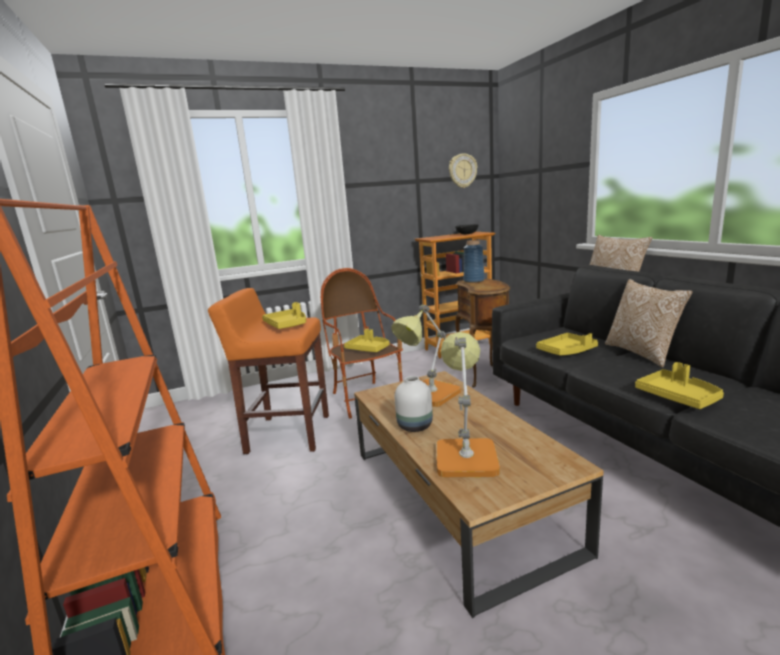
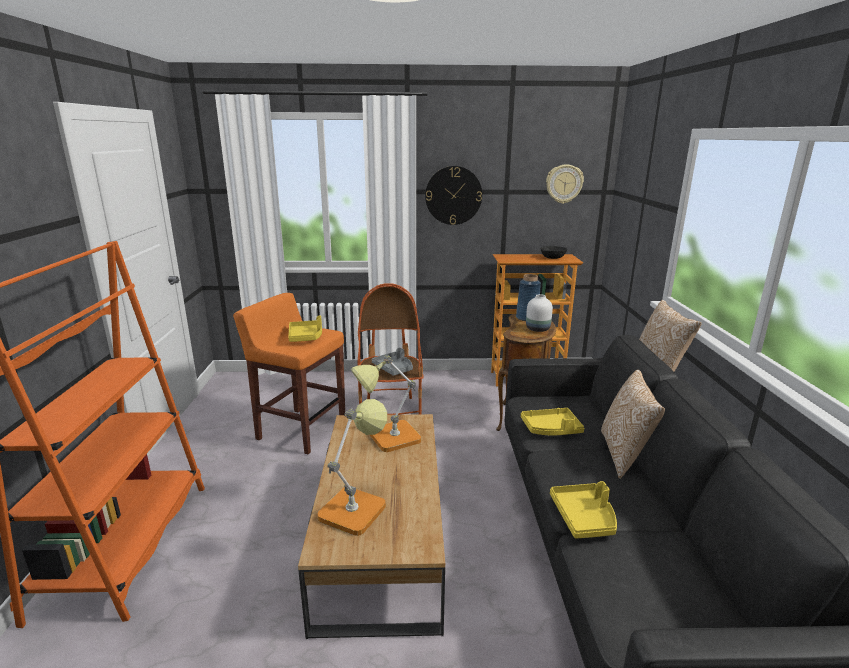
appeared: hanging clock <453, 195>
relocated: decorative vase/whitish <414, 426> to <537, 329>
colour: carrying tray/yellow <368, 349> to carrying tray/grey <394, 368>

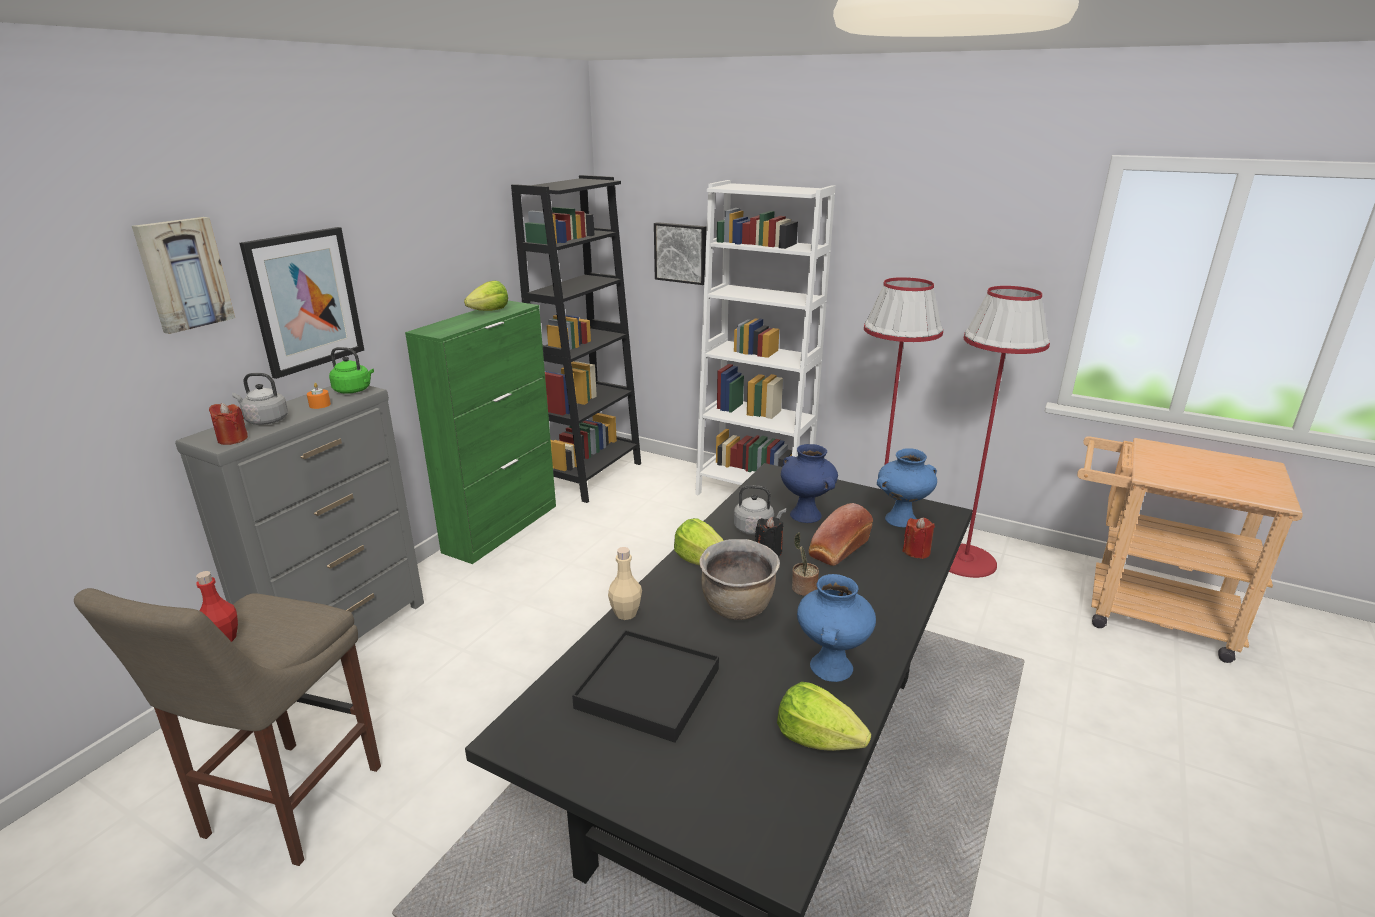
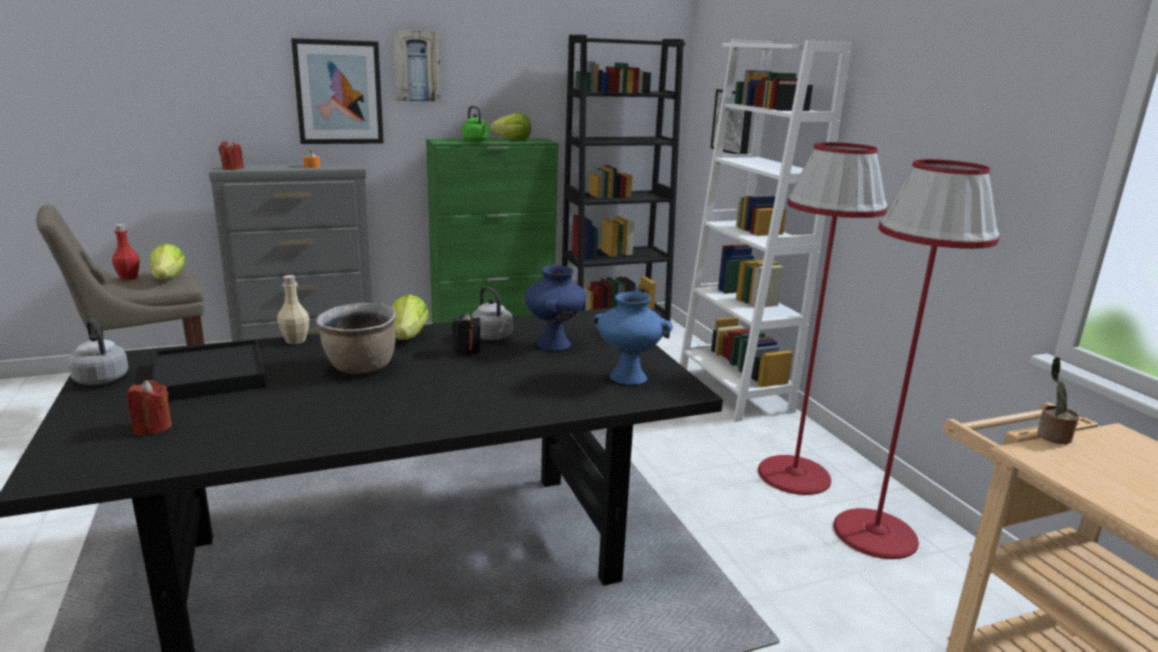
missing: decorative vase/blue-coloured <830, 666>; baked bread <837, 549>
relocated: wall picture <183, 274> to <416, 66>; kettle/grey <265, 420> to <100, 378>; kettle/green <354, 390> to <476, 141>; head of lettuce <817, 739> to <168, 278>; plant in a pot <802, 589> to <1051, 436>; candle/red <916, 551> to <152, 427>

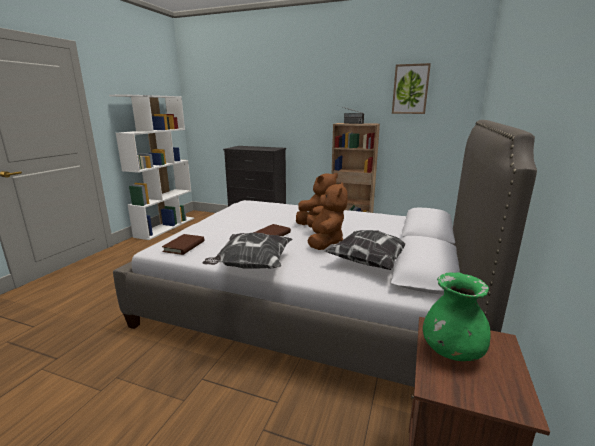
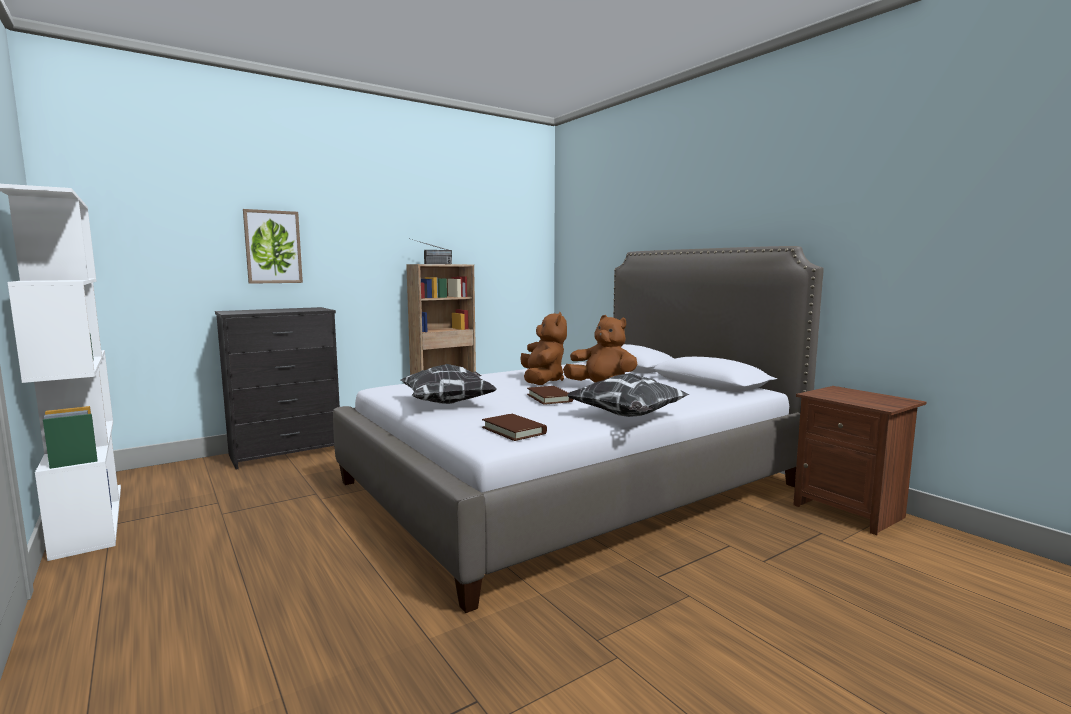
missing: decorative vase/green <451, 352>
relocated: pillow <372, 263> to <448, 403>; wall picture <410, 89> to <273, 247>

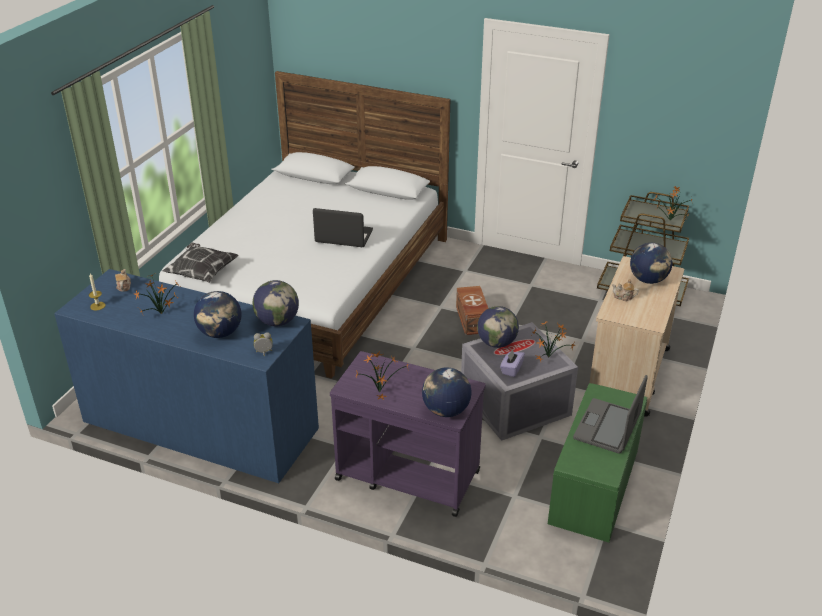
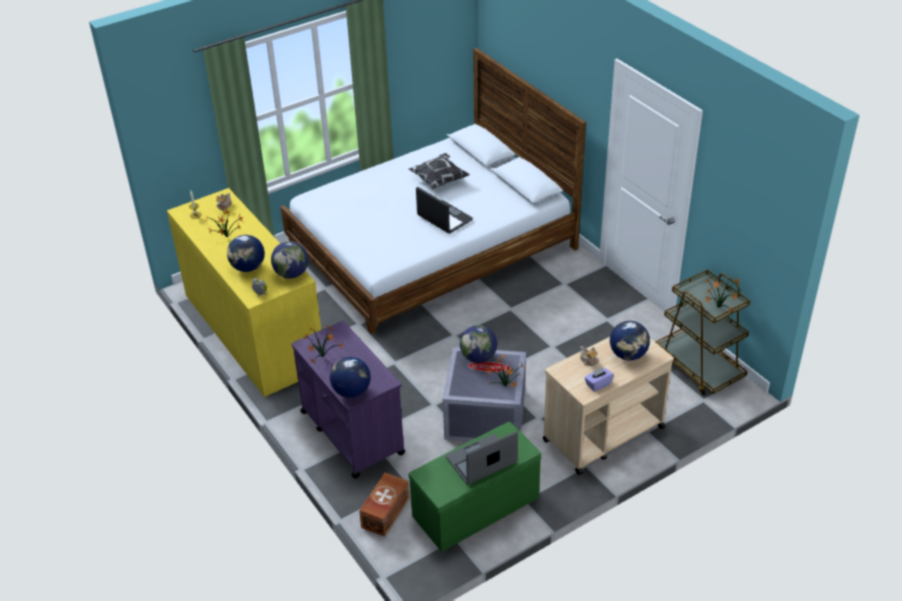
relocated: pillow <202, 273> to <439, 180>; storage container/brownish <471, 320> to <384, 513>; tissue holder/purple-coloured <511, 369> to <598, 384>
colour: drawer chest/blue-coloured <200, 424> to drawer chest/yellow <253, 330>

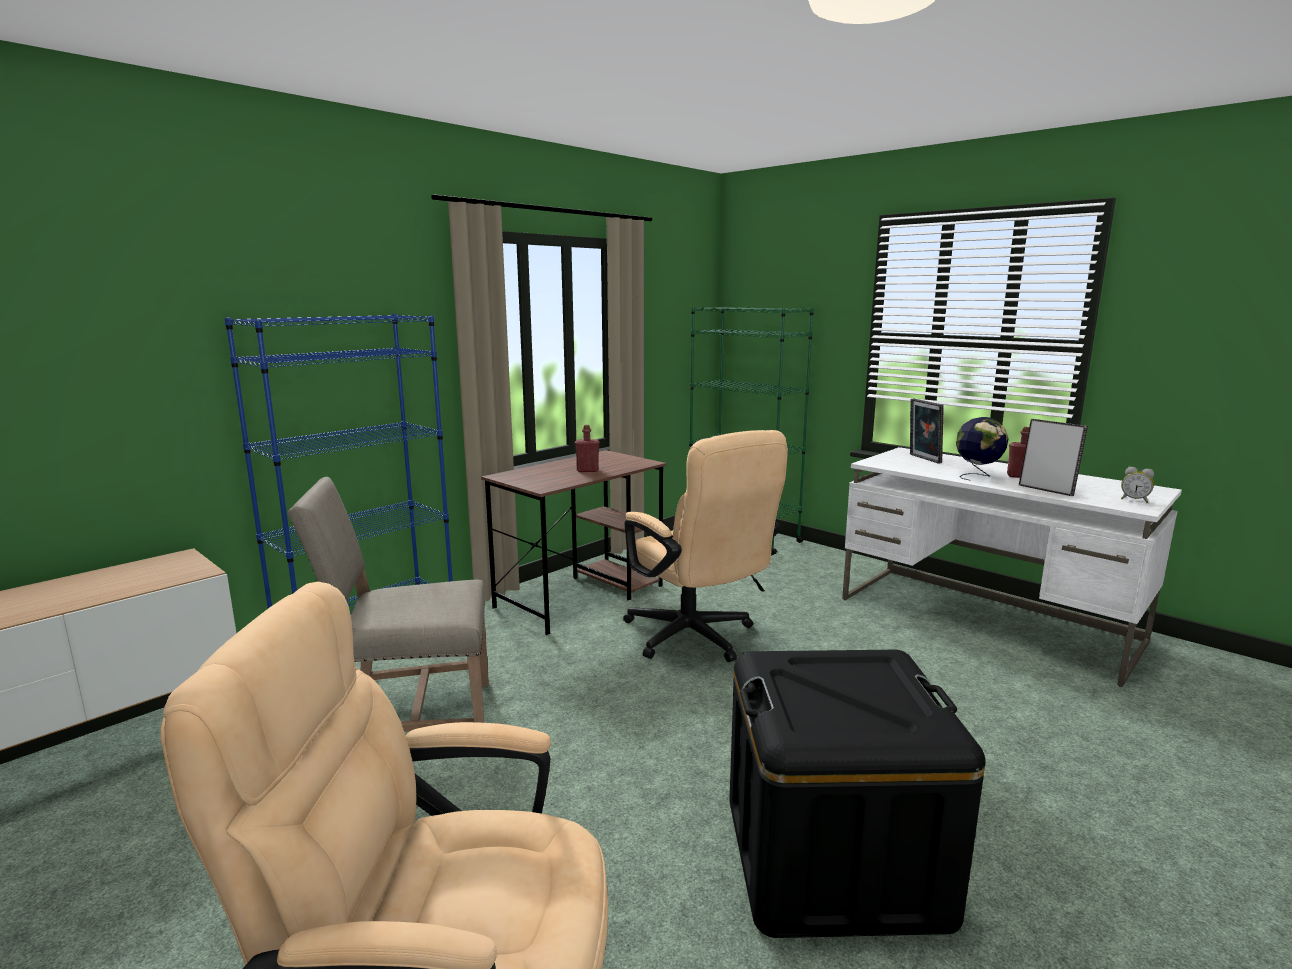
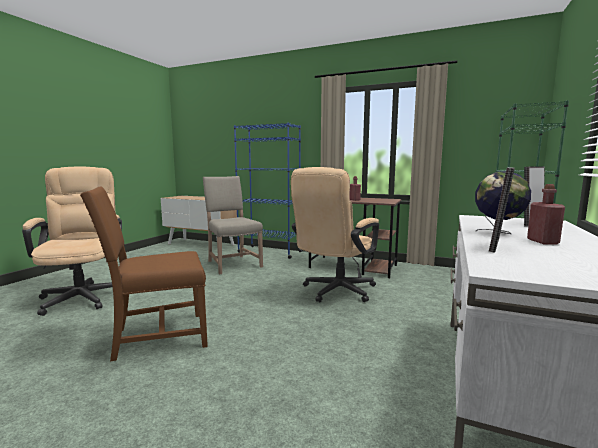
missing: table clock <1134, 500>
exchanged: storage container/black-coloured <833, 859> to upright chair/brownish <157, 337>

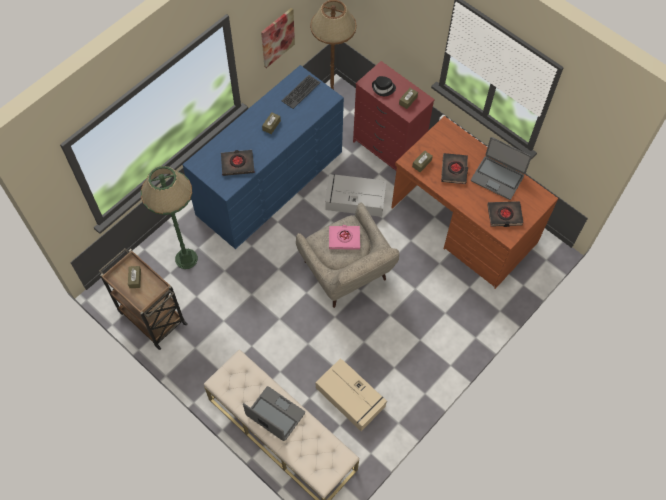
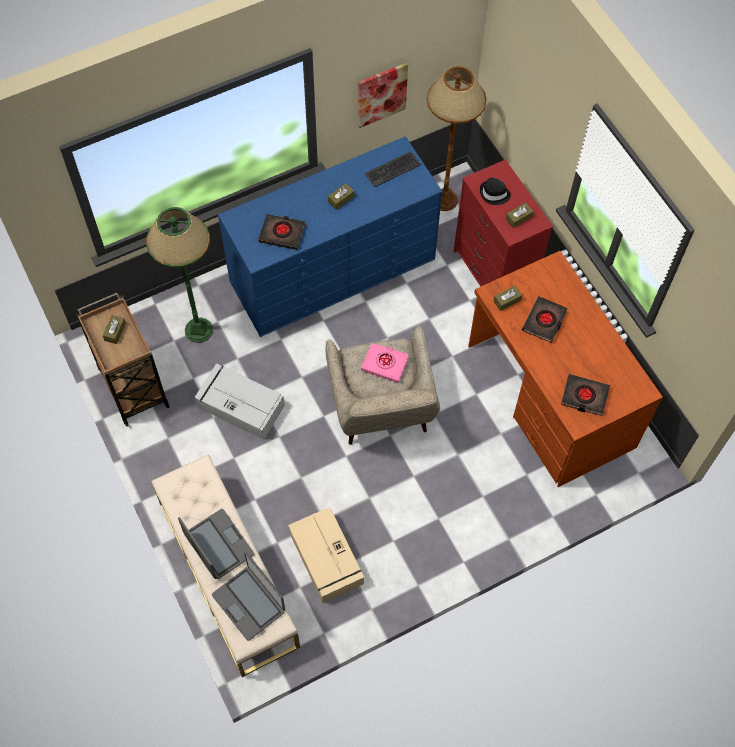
relocated: storage container/grey <354, 199> to <240, 405>; laptop <497, 177> to <249, 602>

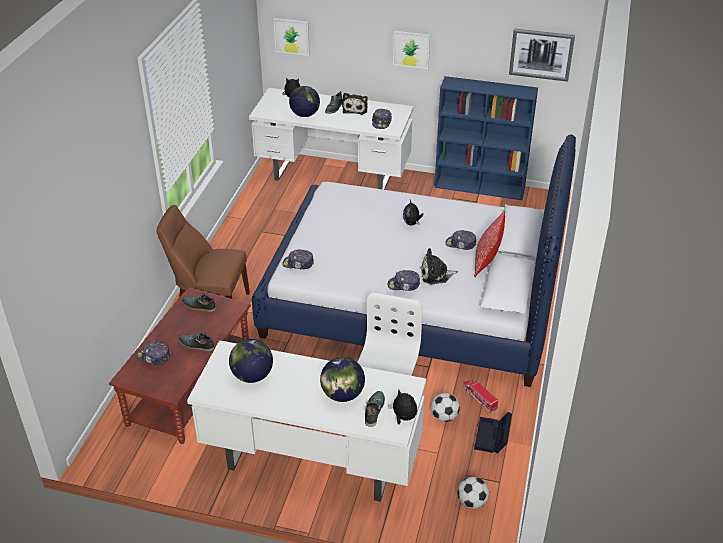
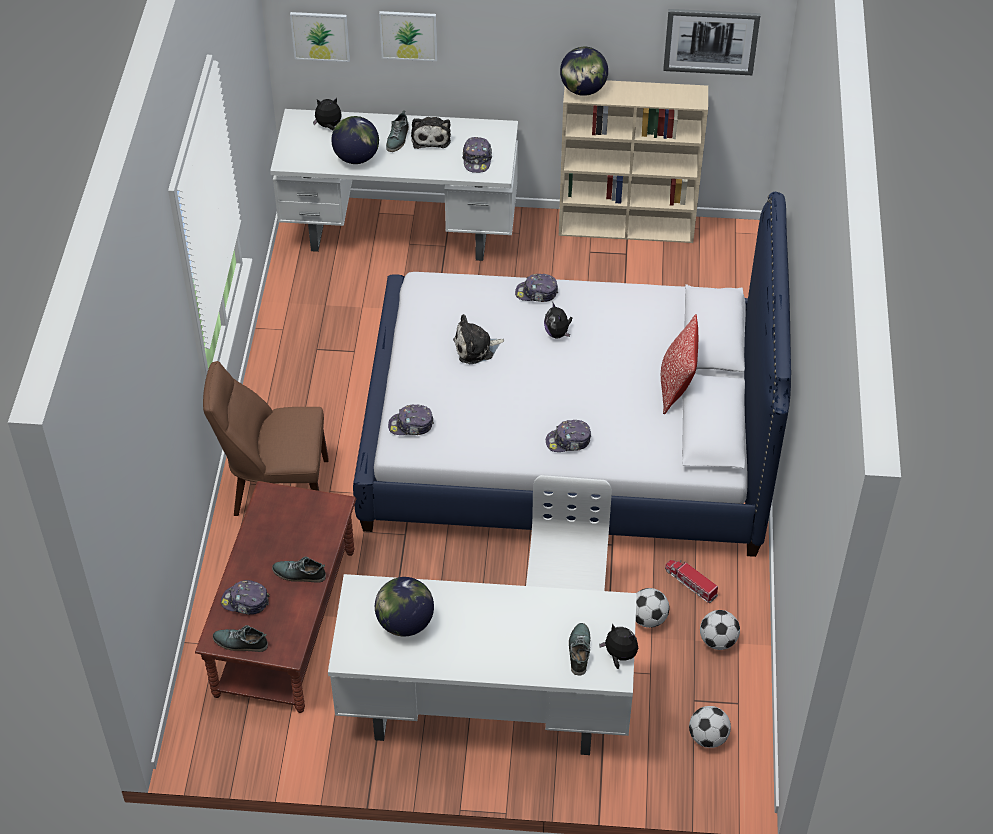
relocated: shoe <199, 306> to <240, 643>; globe <343, 394> to <583, 90>; wall picture <411, 49> to <408, 35>; soft toy <436, 275> to <476, 348>; cap <460, 244> to <536, 293>
exchanged: storage container/black-coloured <492, 438> to football ball <718, 641>
colour: shelving unit/blue-coloured <480, 187> to shelving unit/sand-coloured <627, 227>

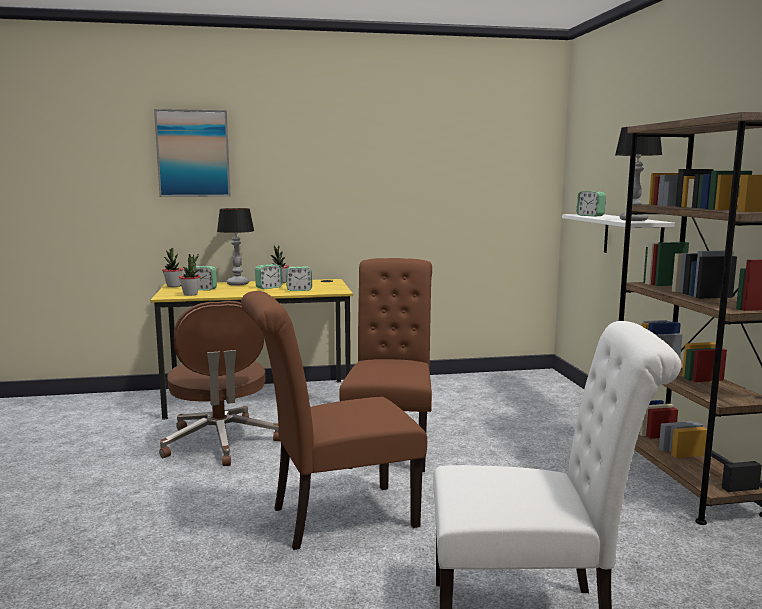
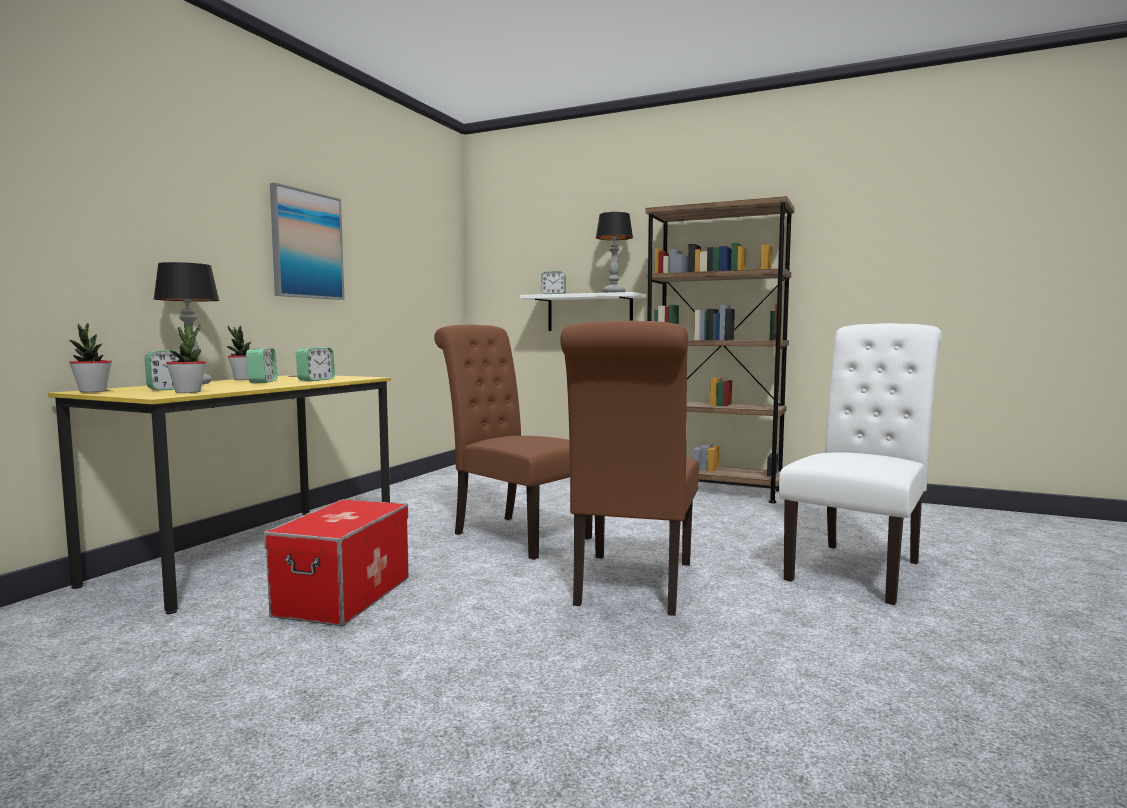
relocated: wall picture <193, 153> to <306, 245>
exchanged: desk chair/brownish <220, 443> to storage container <344, 596>

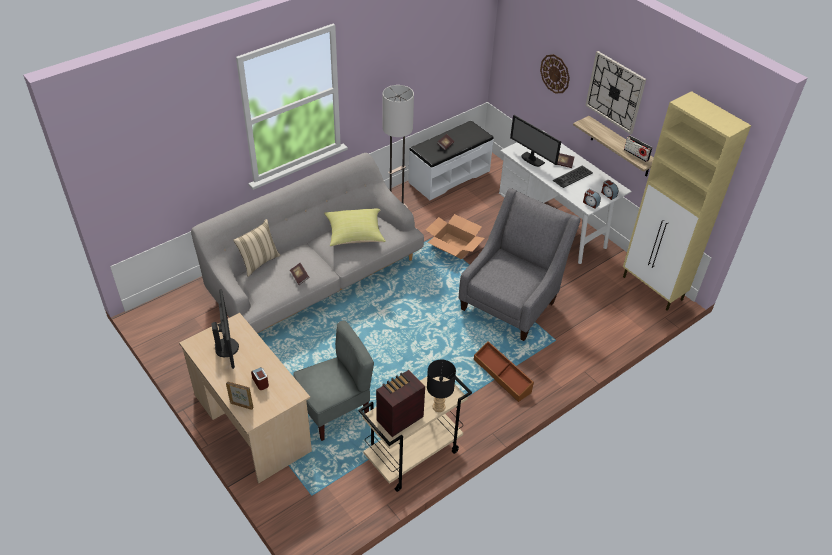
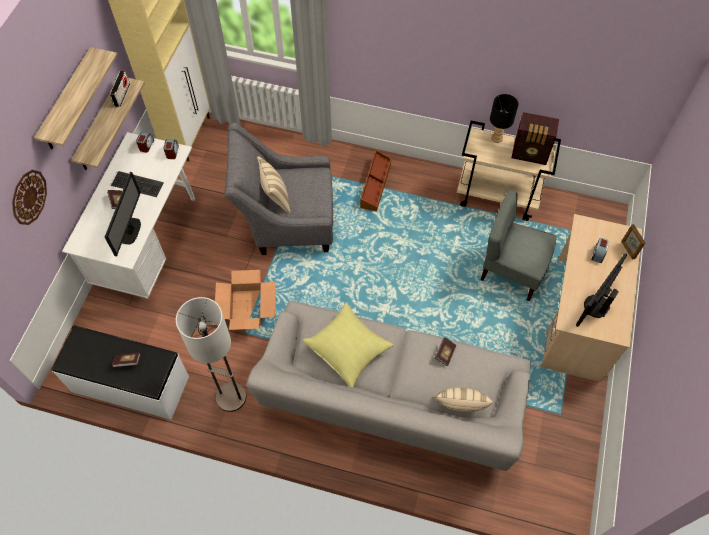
appeared: pillow/sand-coloured <275, 198>
exchanged: hanging clock <615, 92> to wall shelf <68, 101>

